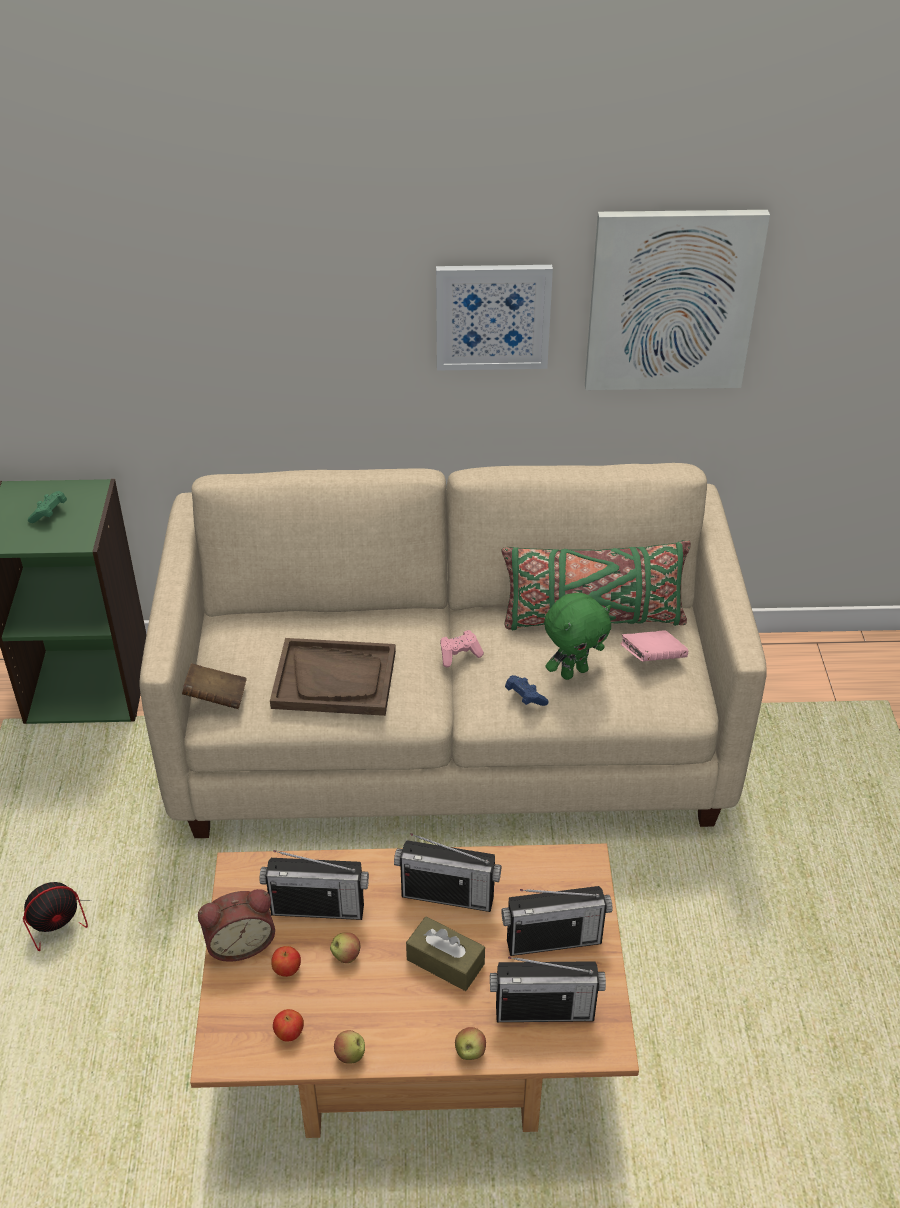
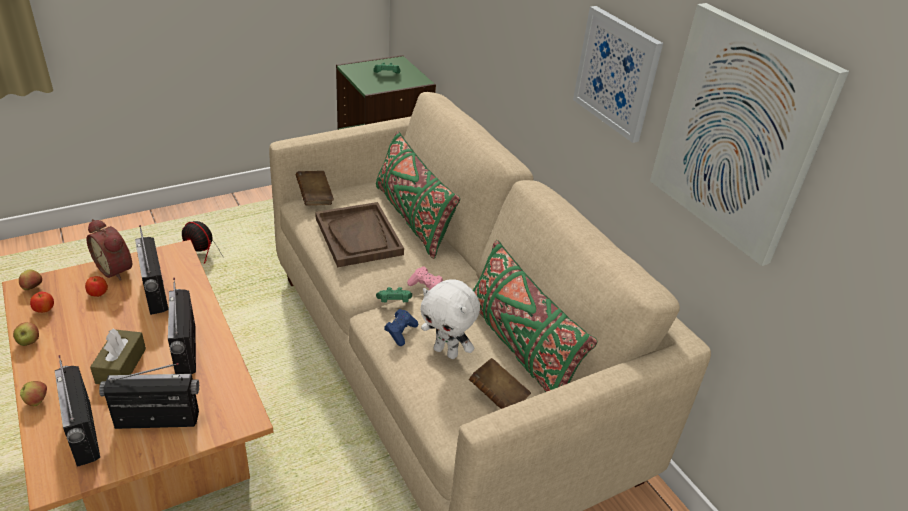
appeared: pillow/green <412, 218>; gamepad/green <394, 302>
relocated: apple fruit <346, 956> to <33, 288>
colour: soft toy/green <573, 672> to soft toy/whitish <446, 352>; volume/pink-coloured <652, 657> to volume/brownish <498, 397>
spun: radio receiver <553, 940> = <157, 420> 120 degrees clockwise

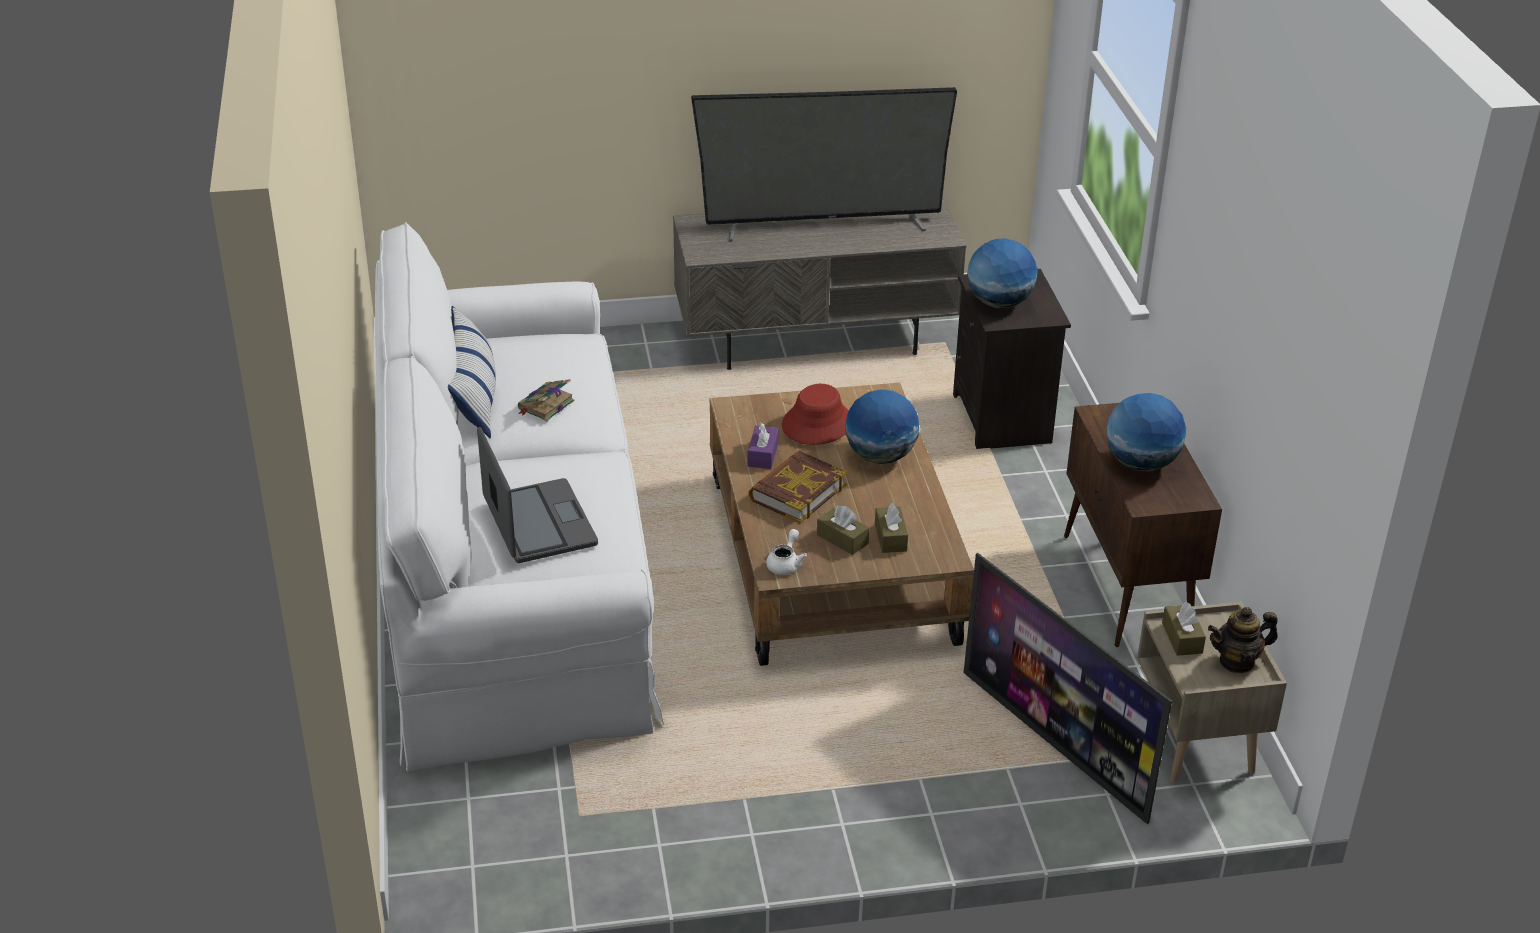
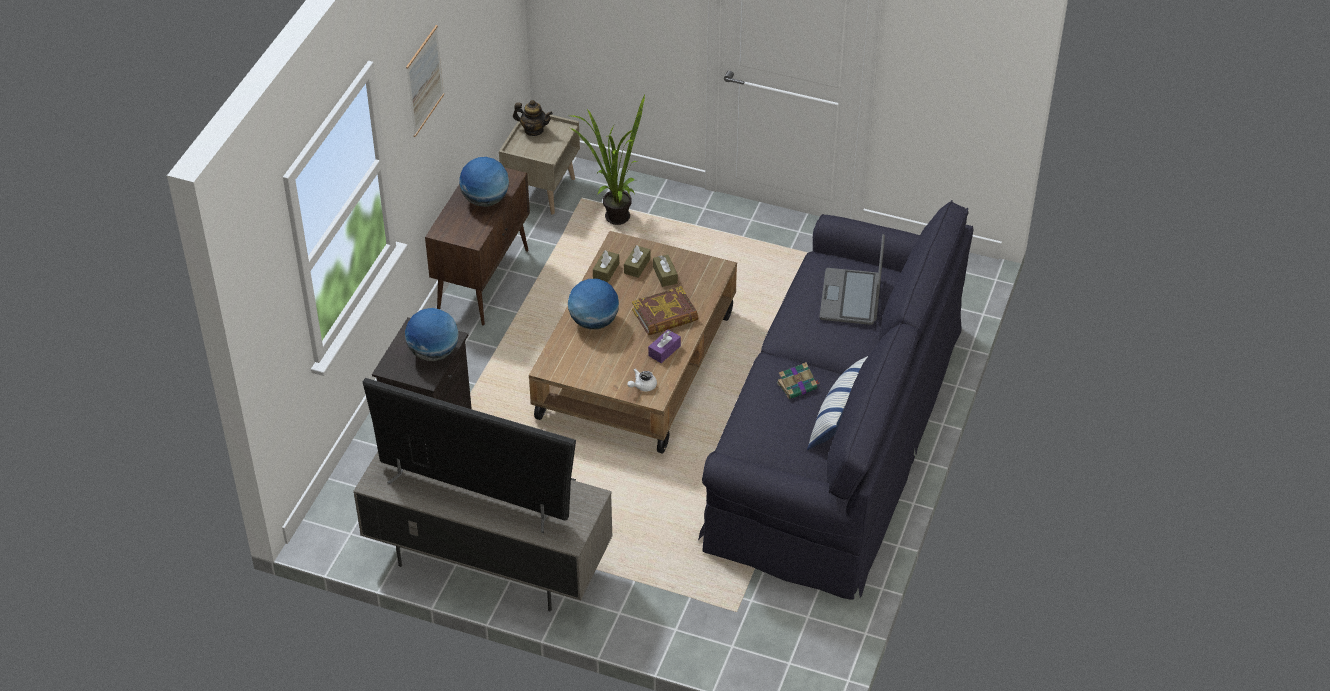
missing: hat/red <816, 424>
appeared: wall picture <424, 81>
relocated: pot for tea/whitish <786, 563> to <642, 386>; tissue holder/brownish <1182, 638> to <606, 271>
exchanged: television <1056, 744> to plant in a pot <611, 215>
colour: sofa/whitish <514, 569> to sofa/black-coloured <835, 435>

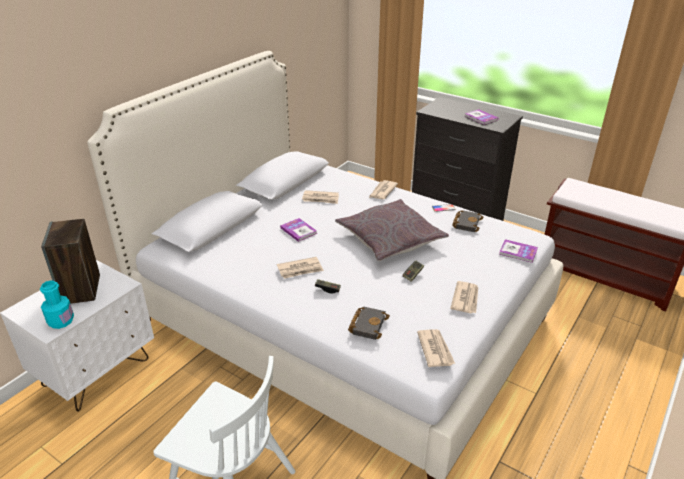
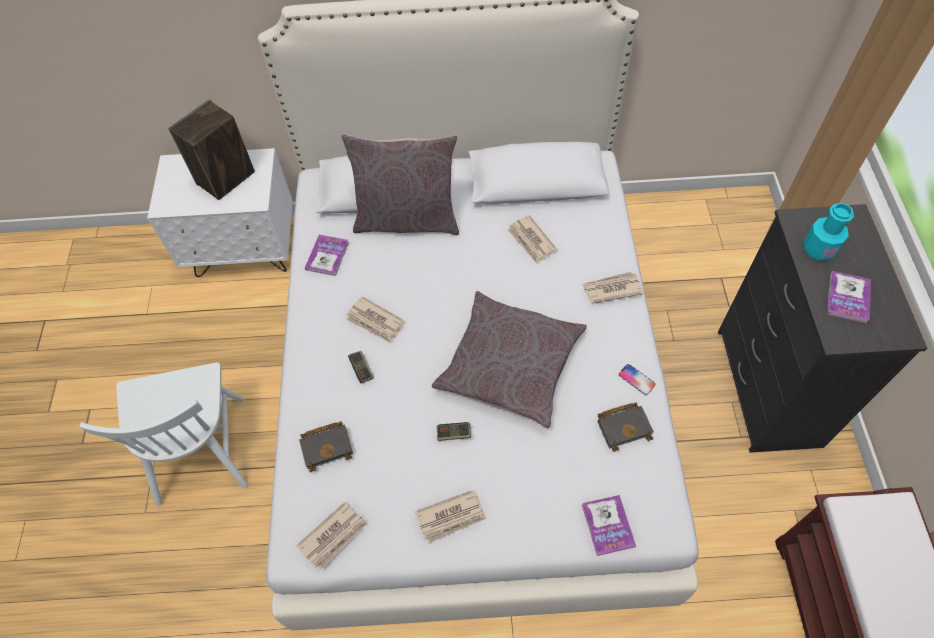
appeared: pillow/grey <407, 219>
relocated: bottle/blue-green <61, 321> to <819, 249>; volume <298, 230> to <327, 256>

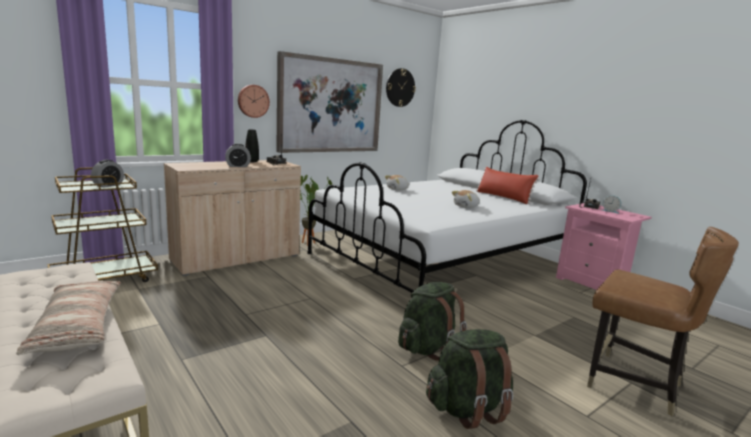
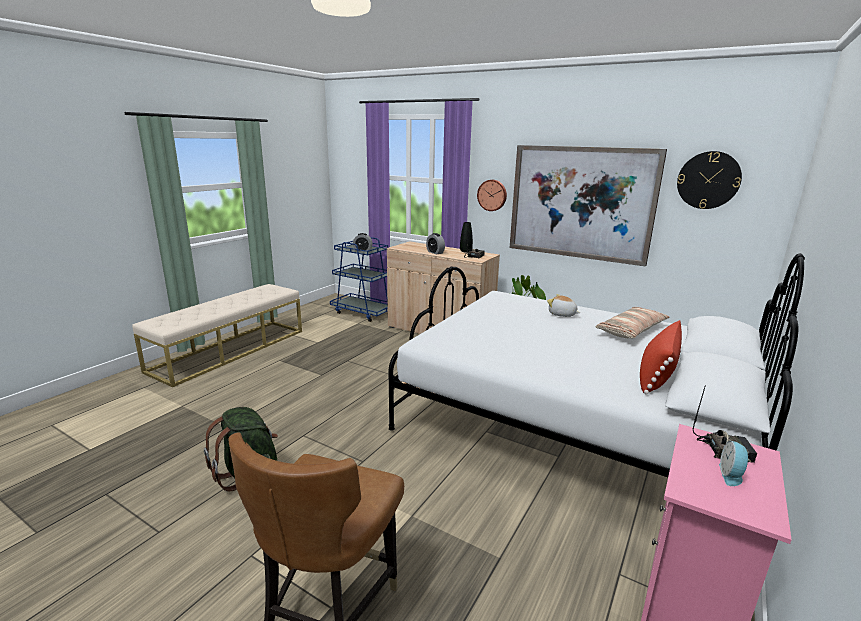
missing: backpack/green <427, 347>; soft toy <466, 206>
relocated: pillow <78, 326> to <632, 331>
colour: trolley/brownish <105, 279> to trolley/blue-coloured <363, 312>

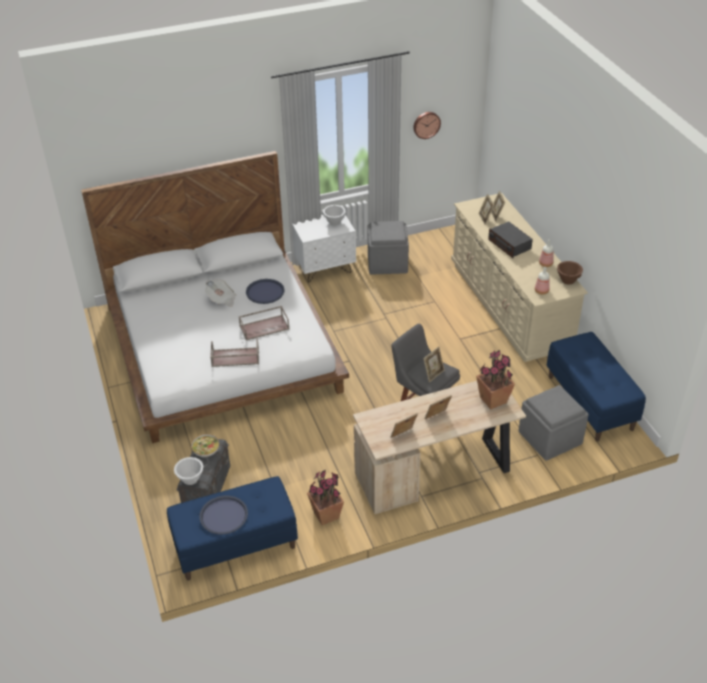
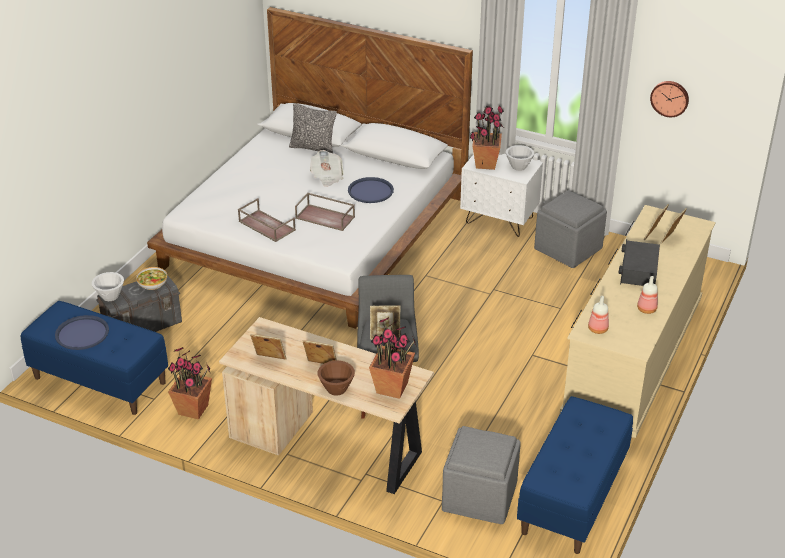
appeared: pillow <313, 148>; plant in a pot <485, 163>
relocated: deep dish/brownish <568, 280> to <336, 389>

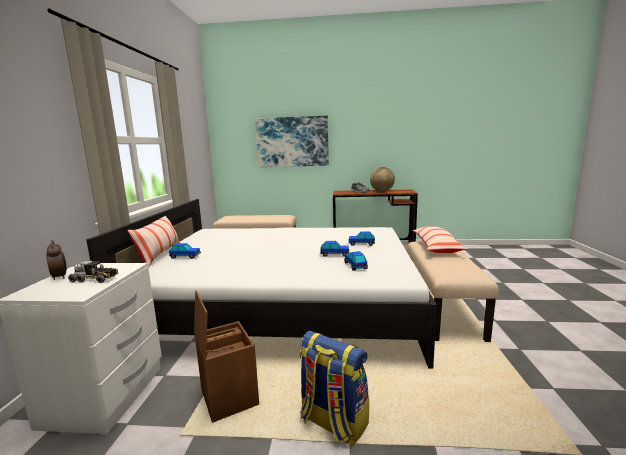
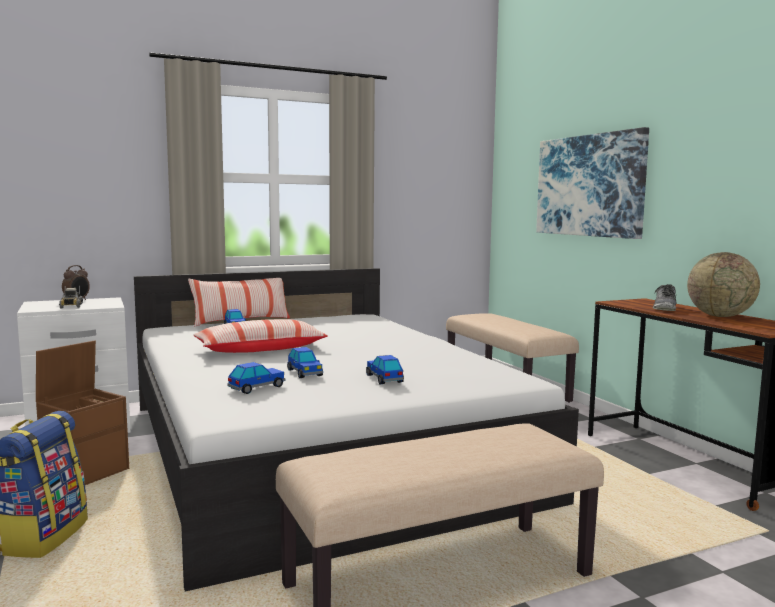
relocated: pillow <436, 247> to <260, 349>

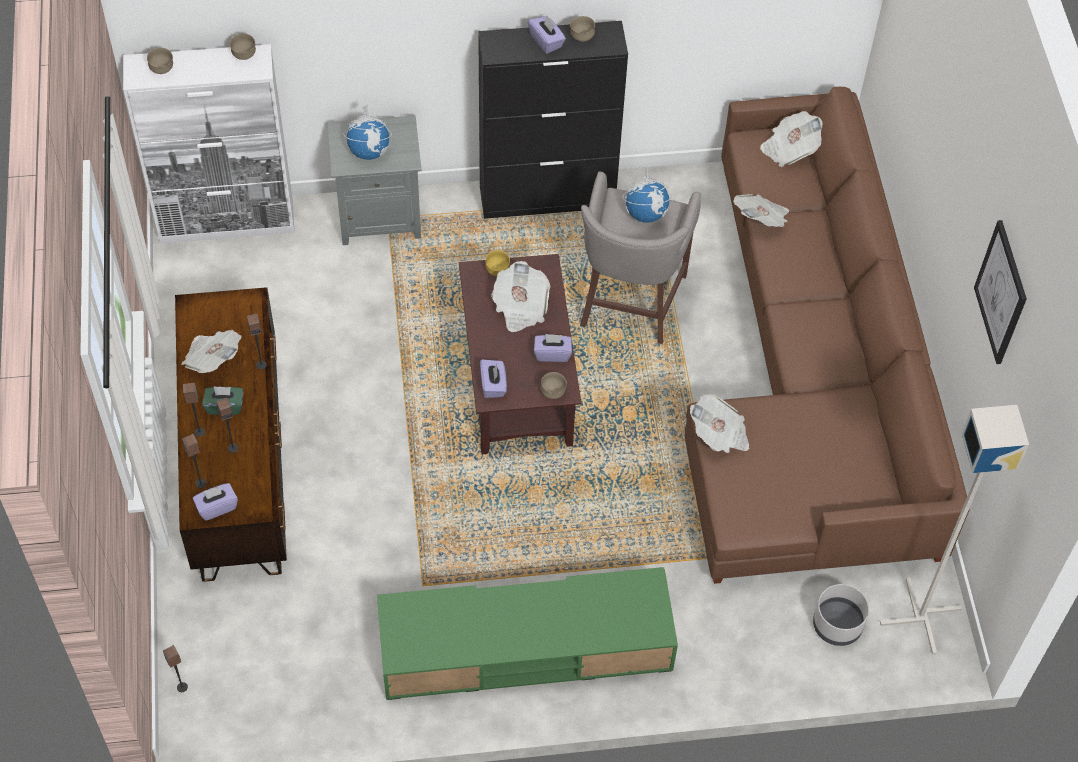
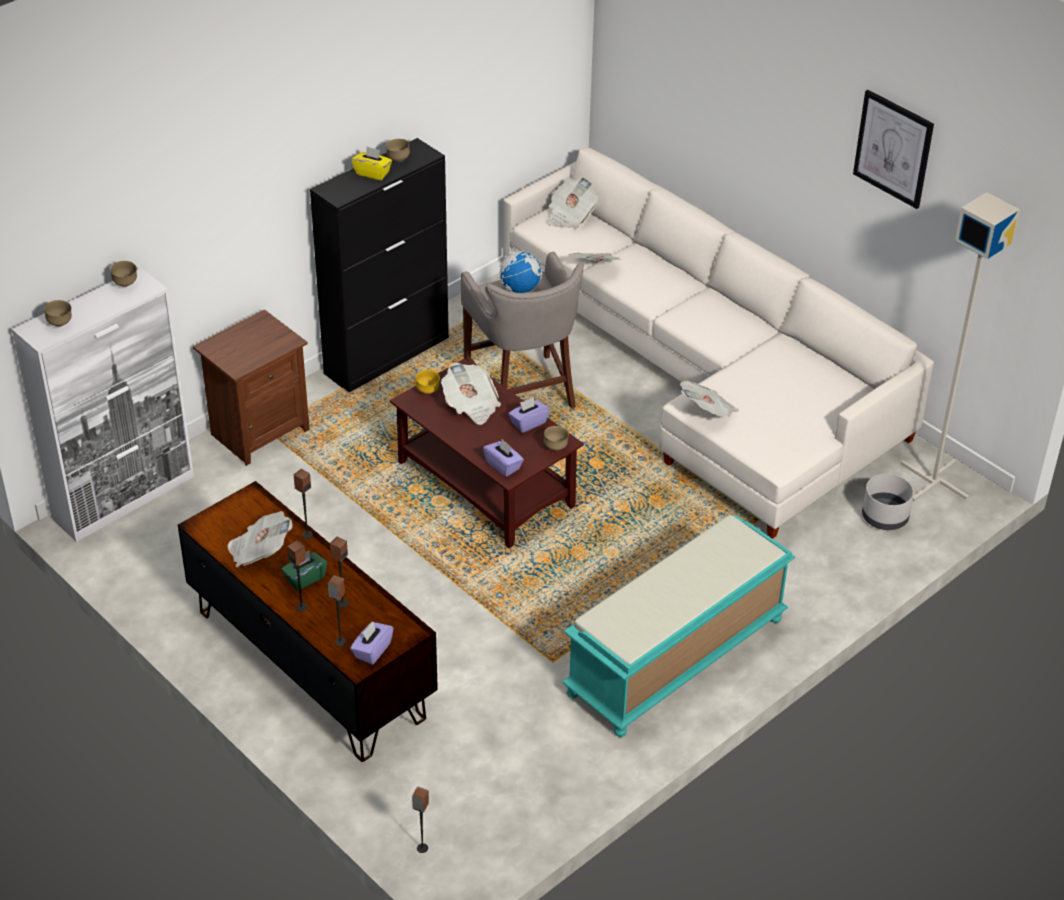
missing: globe <369, 151>
exchanged: media console/green <525, 647> to bench/blue-green <676, 658>
colour: night table/grey <379, 217> to night table/brownish <258, 432>; tissue holder/purple-coloured <546, 41> to tissue holder/yellow <372, 173>; sofa/brownish <811, 380> to sofa/whitish <708, 376>

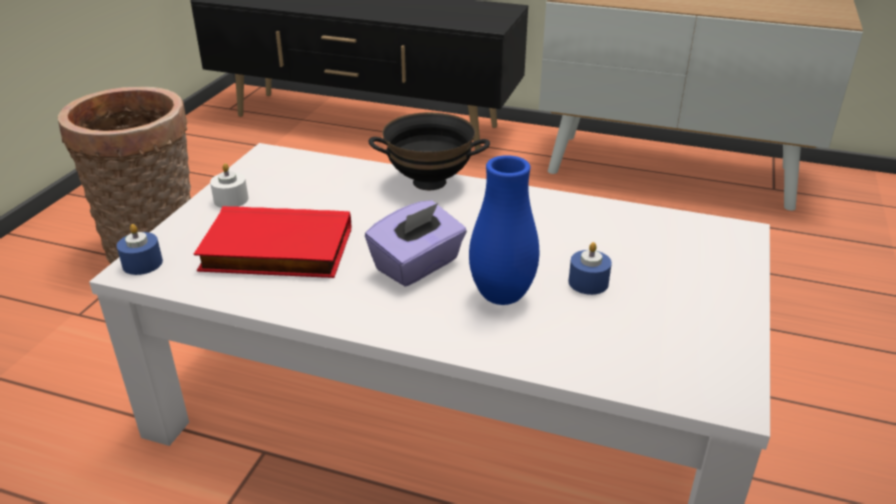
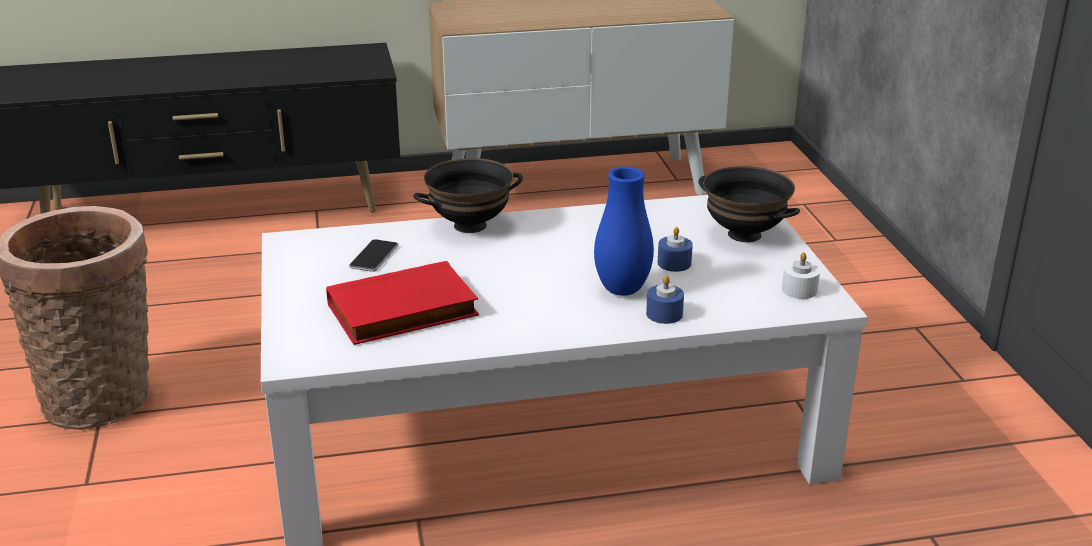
missing: tissue holder/purple-coloured <418, 265>
appeared: telephone <374, 257>; deep dish/black-coloured <743, 235>
relocated: candle/blue-coloured <142, 263> to <664, 314>; candle/whitish <231, 199> to <799, 290>

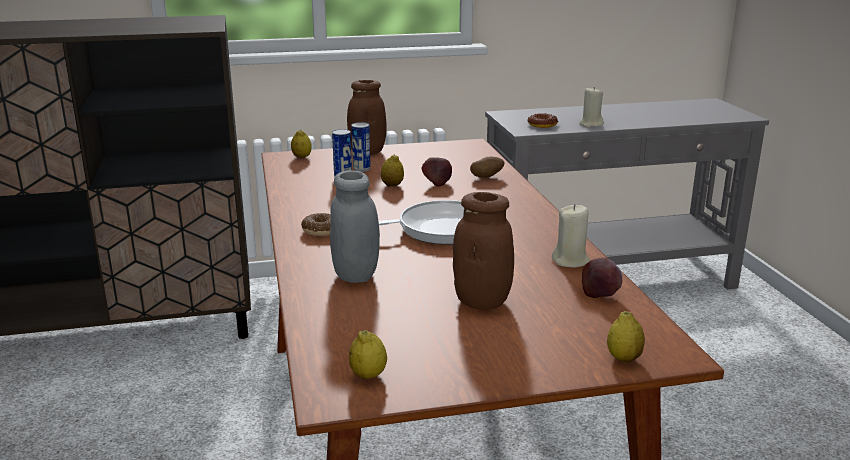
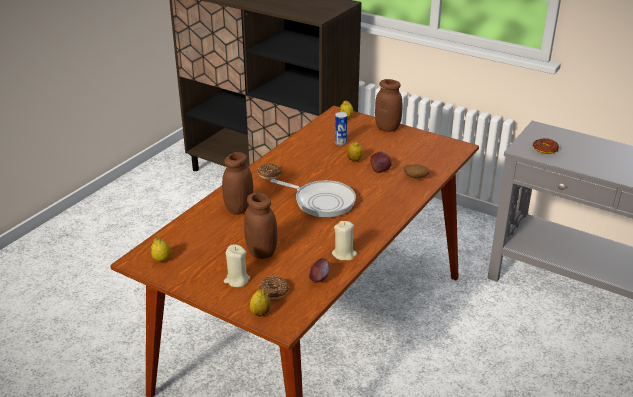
missing: can <361, 169>
appeared: doughnut <274, 291>
relocated: candle/sand-coloured <591, 124> to <237, 280>
colour: storage jar/grey <355, 275> to storage jar/brownish <239, 209>

